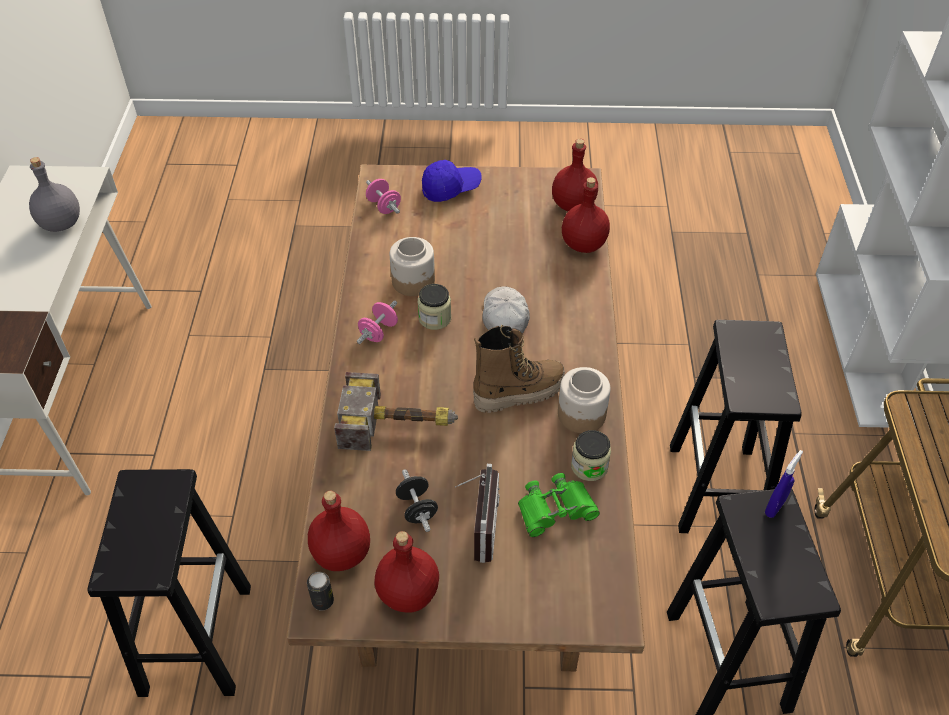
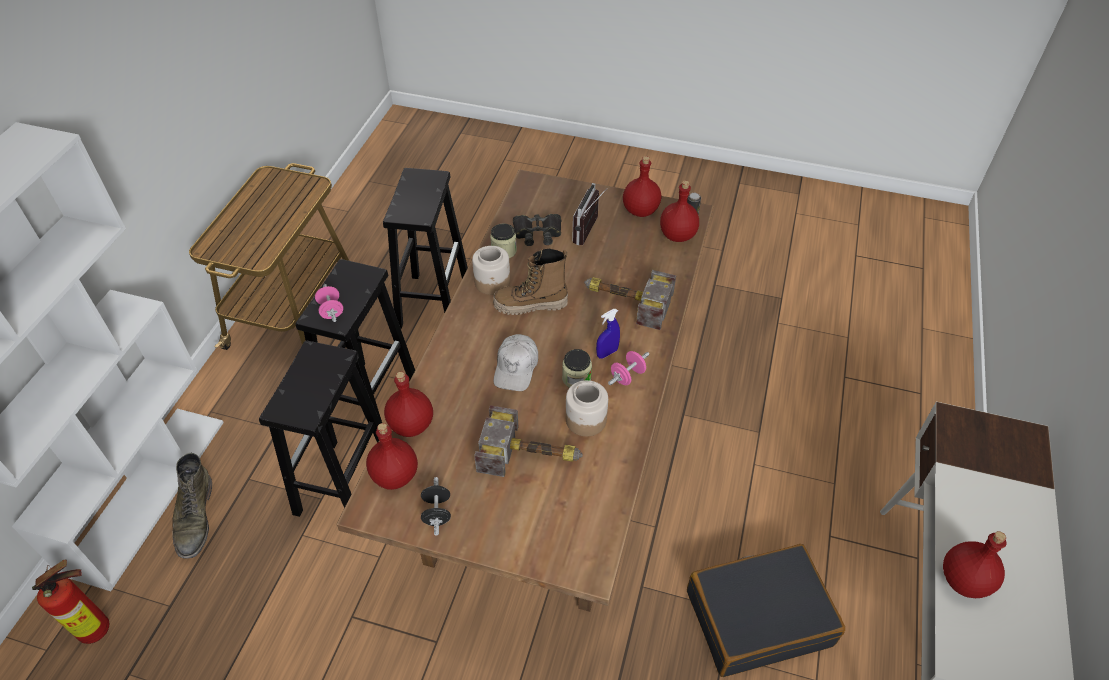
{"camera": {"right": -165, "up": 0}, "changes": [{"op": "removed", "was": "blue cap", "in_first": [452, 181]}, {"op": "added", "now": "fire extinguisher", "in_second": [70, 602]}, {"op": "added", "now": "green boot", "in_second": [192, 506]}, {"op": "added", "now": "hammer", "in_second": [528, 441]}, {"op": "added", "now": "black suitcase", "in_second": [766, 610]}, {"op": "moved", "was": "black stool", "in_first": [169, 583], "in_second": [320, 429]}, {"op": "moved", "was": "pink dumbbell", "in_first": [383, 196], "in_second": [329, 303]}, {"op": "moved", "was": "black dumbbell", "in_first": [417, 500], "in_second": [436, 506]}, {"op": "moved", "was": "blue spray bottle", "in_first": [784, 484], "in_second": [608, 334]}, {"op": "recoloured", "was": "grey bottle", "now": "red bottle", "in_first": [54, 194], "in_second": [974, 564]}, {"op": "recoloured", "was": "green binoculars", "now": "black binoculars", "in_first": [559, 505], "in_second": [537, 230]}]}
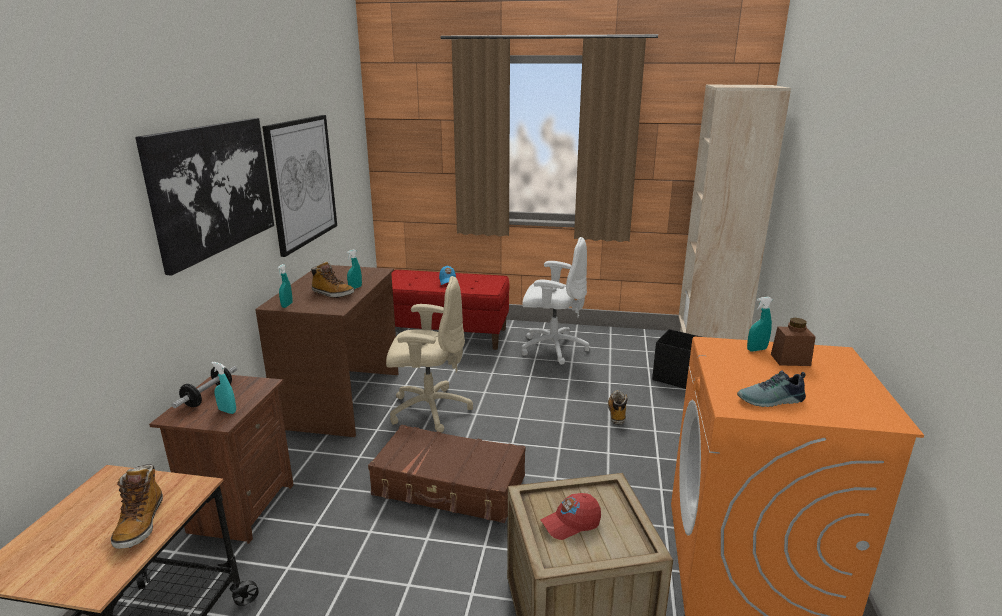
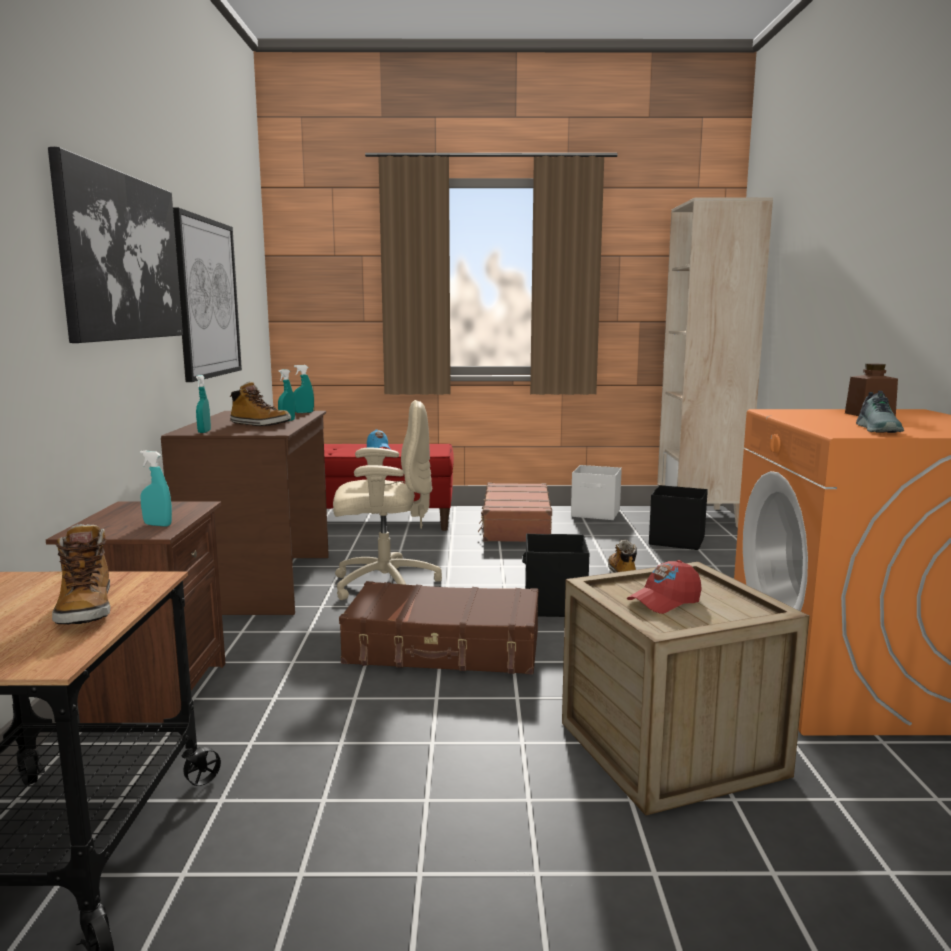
{"camera": {"right": -10, "up": -10}, "changes": [{"op": "removed", "was": "dumbbell", "in_first": [204, 387]}, {"op": "added", "now": "black storage box", "in_second": [555, 575]}, {"op": "added", "now": "white storage box", "in_second": [596, 492]}, {"op": "moved", "was": "turquoise spray bottle", "in_first": [760, 324], "in_second": [303, 389]}, {"op": "replaced", "was": "white office chair", "now": "brown suitcase", "in_first": [555, 301], "in_second": [515, 512]}, {"op": "turned", "was": "shoe", "in_first": [771, 388], "in_second": [880, 412], "clockwise": -60}]}
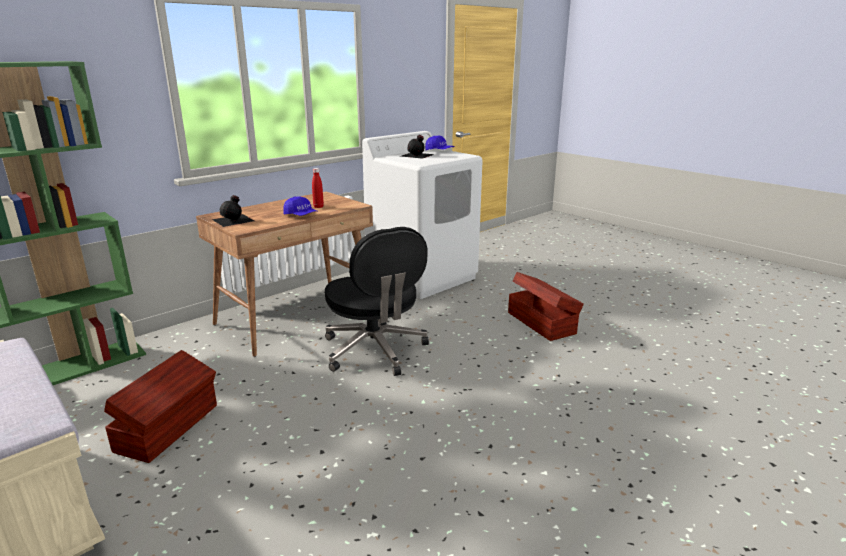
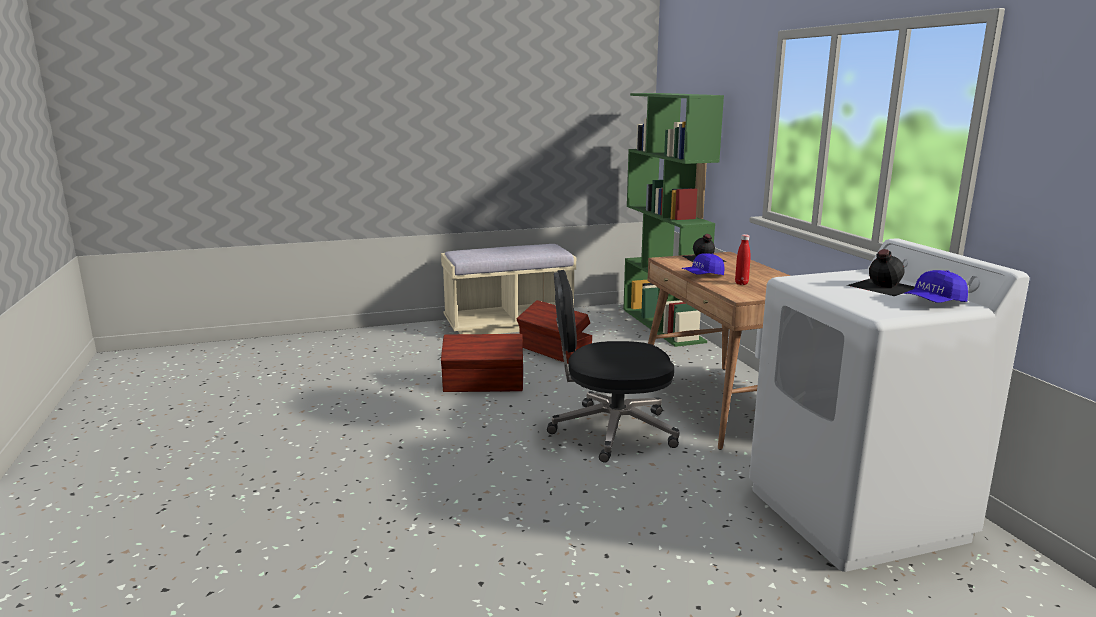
{"camera": {"right": 115, "up": -5}, "changes": [{"op": "moved", "was": "brown storage box", "in_first": [546, 306], "in_second": [482, 363]}]}
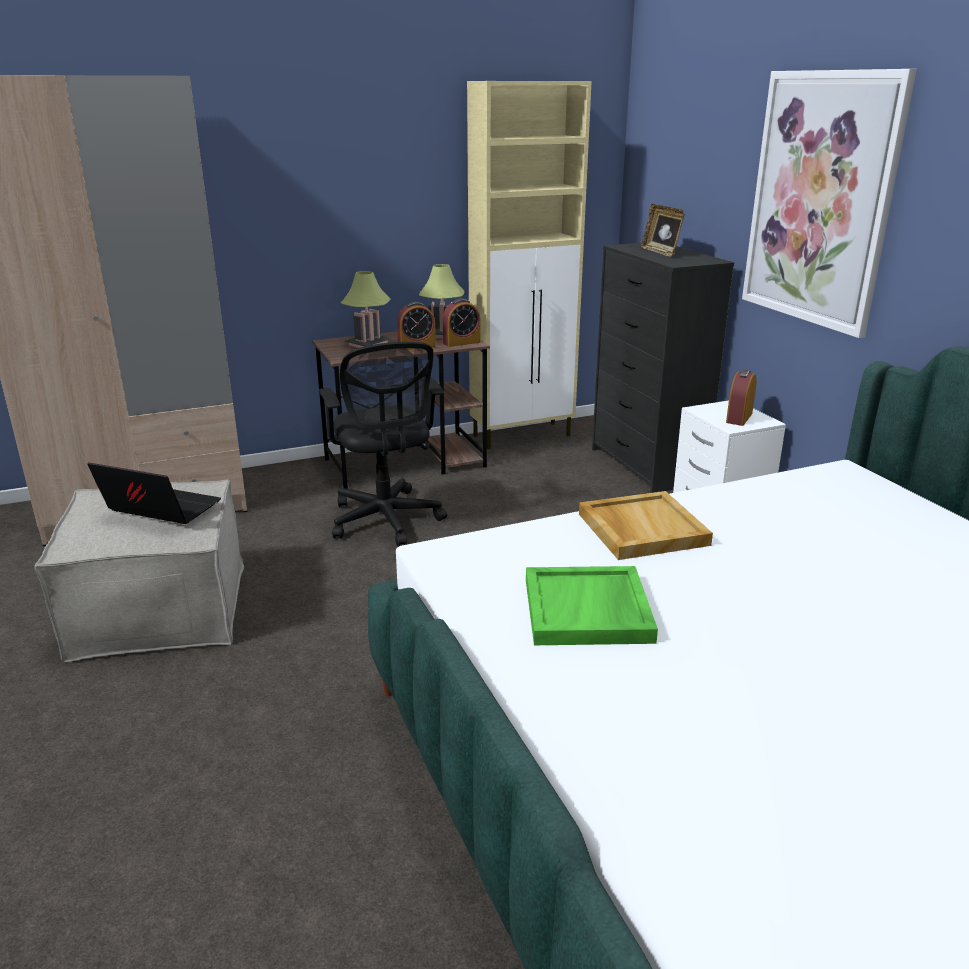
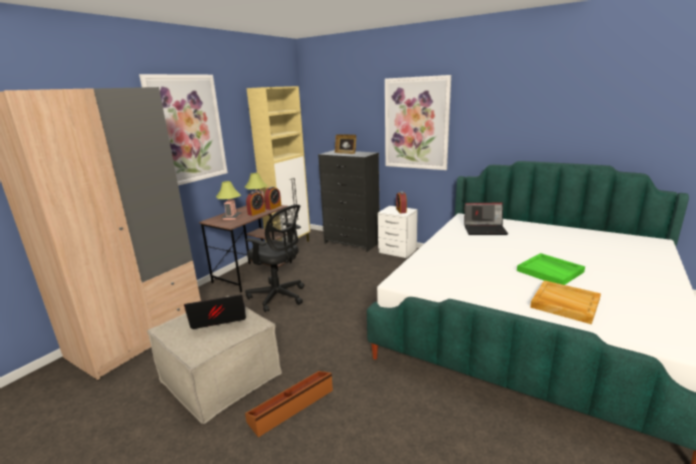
{"camera": {"right": -35, "up": -5}, "changes": [{"op": "added", "now": "picture", "in_second": [183, 130]}, {"op": "added", "now": "brown storage box", "in_second": [289, 404]}, {"op": "added", "now": "laptop", "in_second": [486, 218]}, {"op": "moved", "was": "green tray", "in_first": [592, 605], "in_second": [551, 269]}, {"op": "moved", "was": "beige tray", "in_first": [646, 525], "in_second": [565, 302]}]}
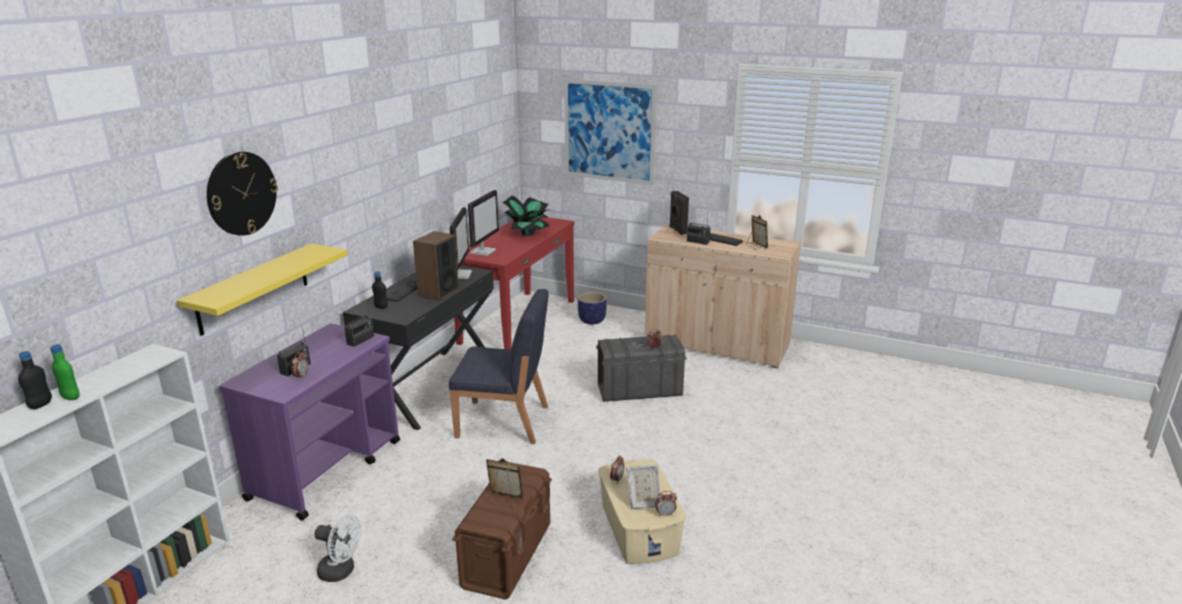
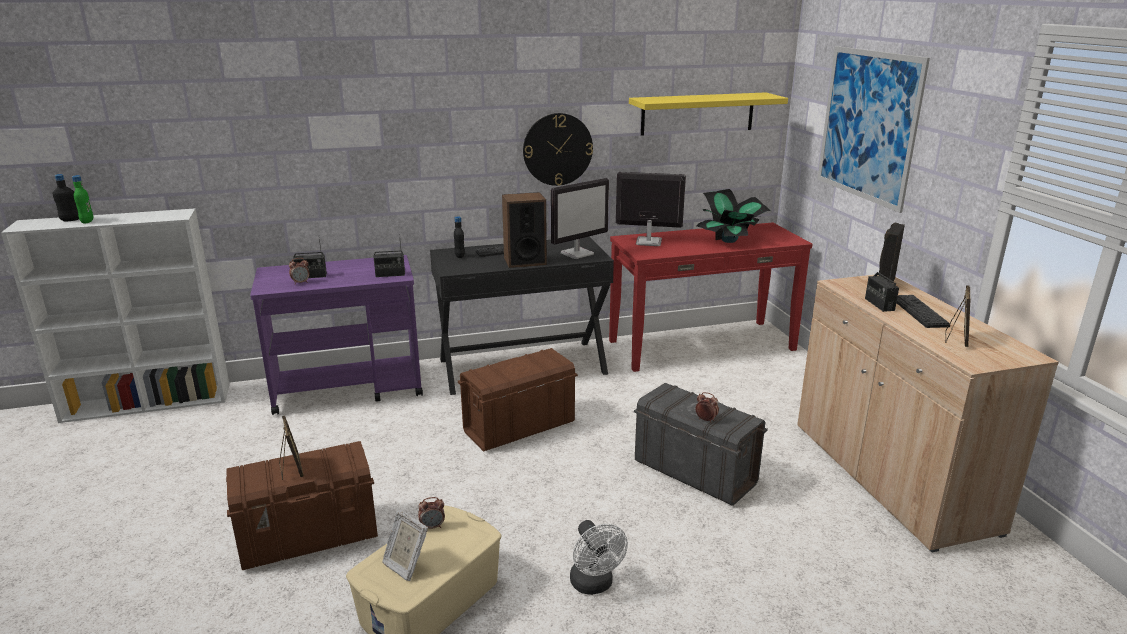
{"camera": {"right": 50, "up": 0}, "changes": [{"op": "removed", "was": "planter", "in_first": [592, 308]}, {"op": "removed", "was": "alarm clock", "in_first": [666, 504]}, {"op": "moved", "was": "yellow shelf", "in_first": [262, 289], "in_second": [708, 113]}, {"op": "moved", "was": "wall clock", "in_first": [242, 193], "in_second": [558, 149]}, {"op": "moved", "was": "white fan", "in_first": [338, 548], "in_second": [599, 557]}, {"op": "replaced", "was": "blue chair", "now": "brown storage box", "in_first": [498, 366], "in_second": [518, 400]}, {"op": "turned", "was": "monitor", "in_first": [483, 223], "in_second": [651, 209], "clockwise": -150}]}
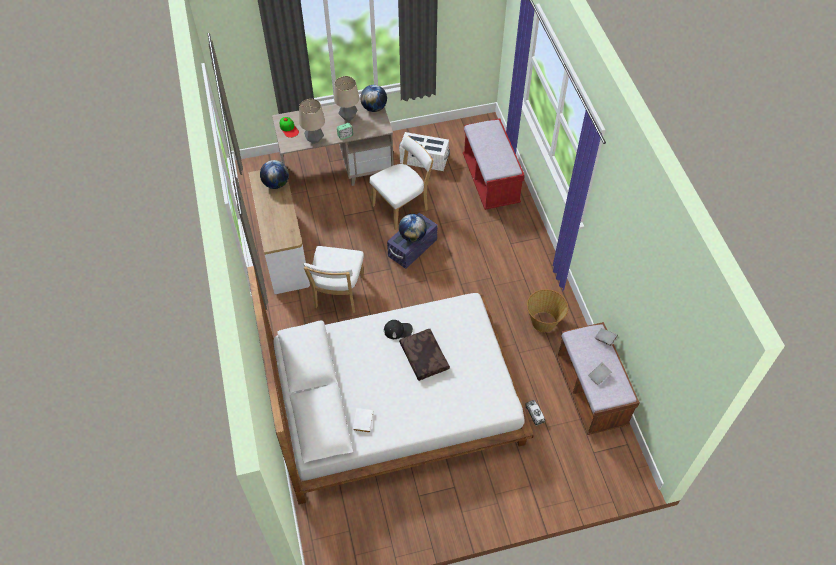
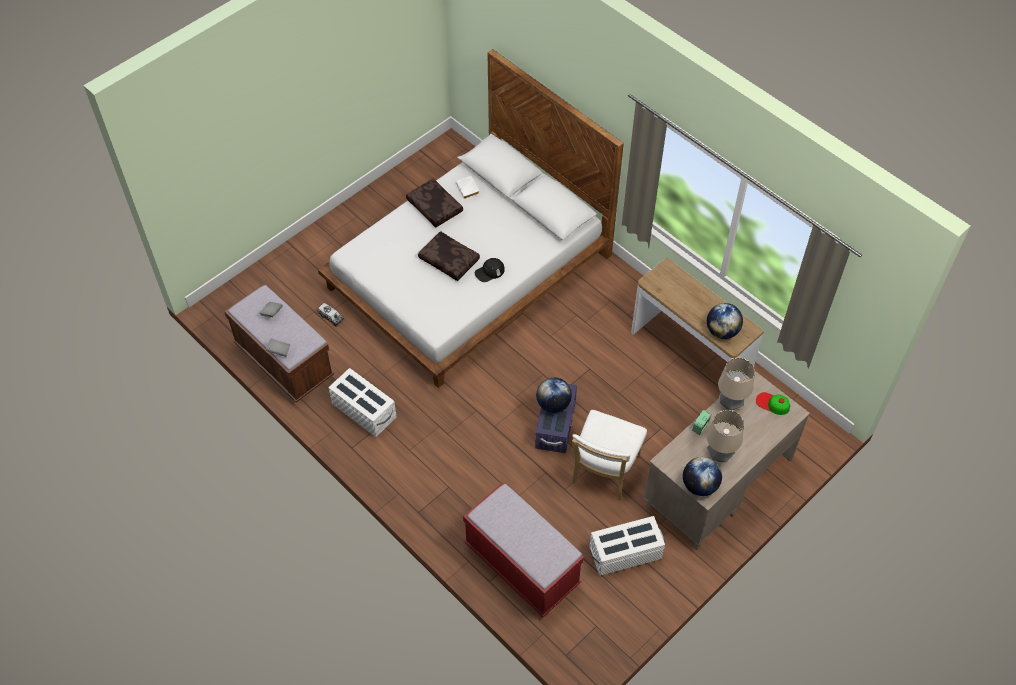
{"camera": {"right": 150, "up": 0}, "changes": [{"op": "removed", "was": "white chair", "in_first": [333, 279]}, {"op": "added", "now": "brown pillow", "in_second": [434, 203]}, {"op": "replaced", "was": "basket", "now": "white storage box", "in_first": [547, 310], "in_second": [362, 402]}]}
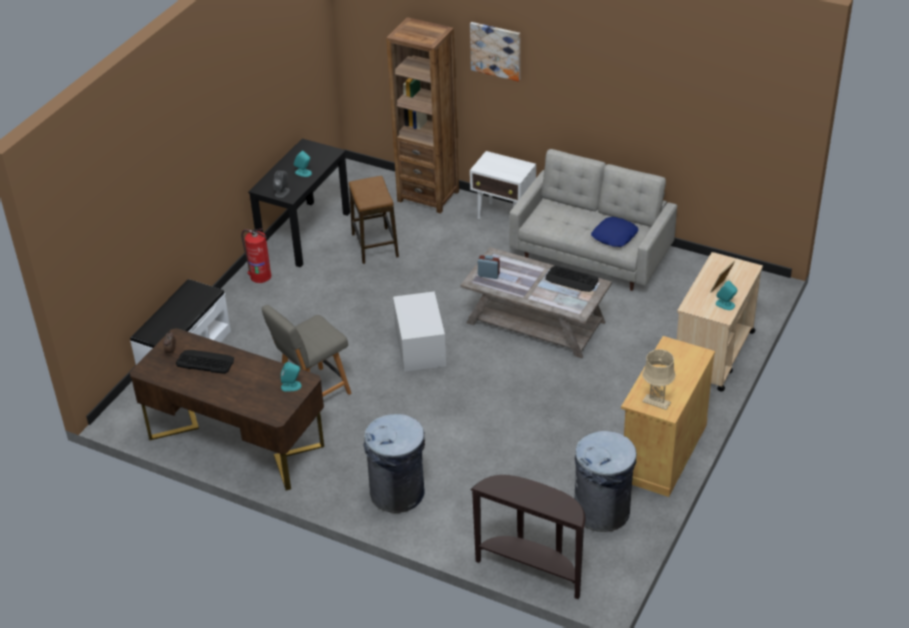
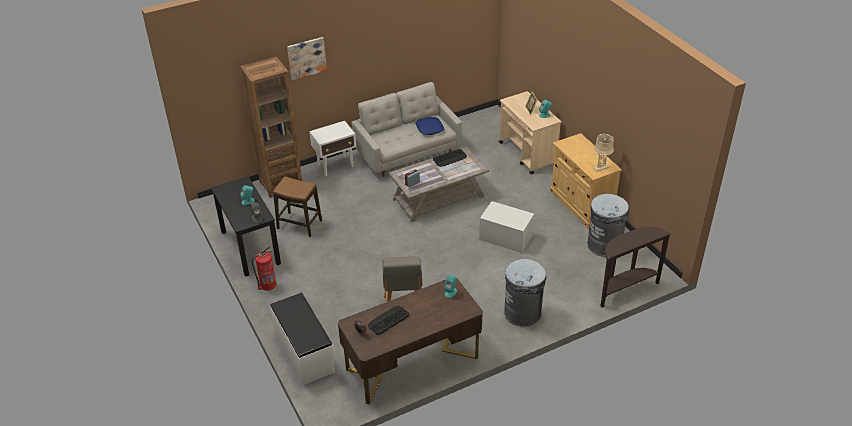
{"camera": {"right": -55, "up": 0}, "changes": [{"op": "moved", "was": "white storage box", "in_first": [419, 331], "in_second": [506, 227]}]}
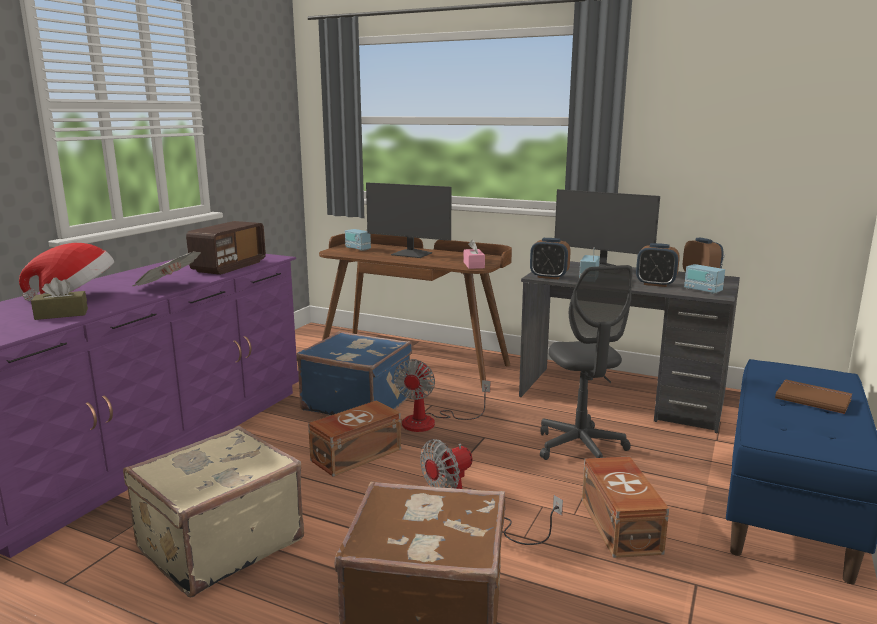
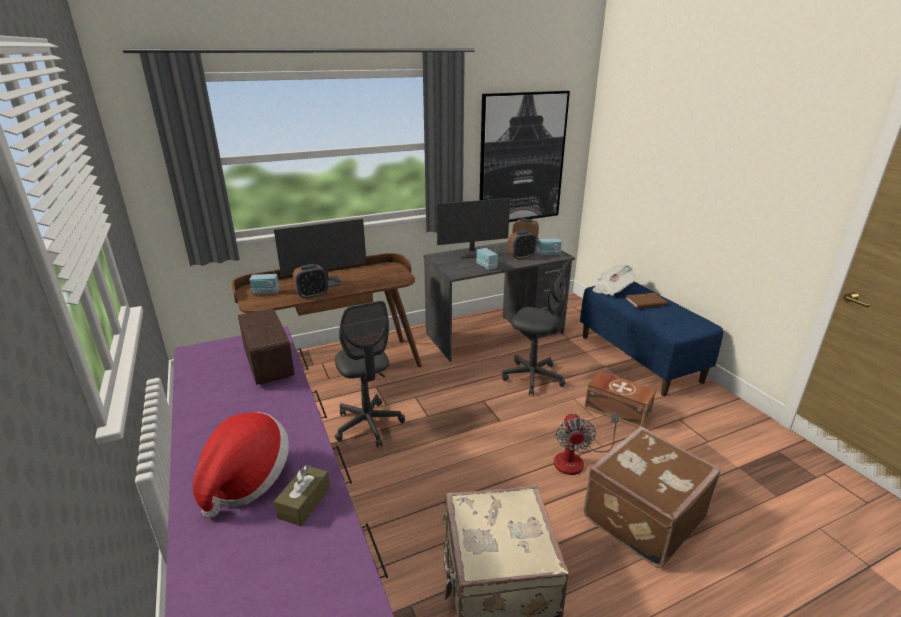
{"camera": {"right": -50, "up": 10}, "changes": [{"op": "removed", "was": "brown storage box", "in_first": [354, 438]}, {"op": "removed", "was": "fan", "in_first": [441, 395]}, {"op": "removed", "was": "pink tissue box", "in_first": [474, 254]}, {"op": "added", "now": "picture", "in_second": [524, 156]}, {"op": "moved", "was": "newspaper", "in_first": [167, 268], "in_second": [614, 280]}, {"op": "moved", "was": "alarm clock", "in_first": [550, 258], "in_second": [310, 281]}, {"op": "replaced", "was": "blue suitcase", "now": "grey office chair", "in_first": [354, 373], "in_second": [370, 374]}]}
